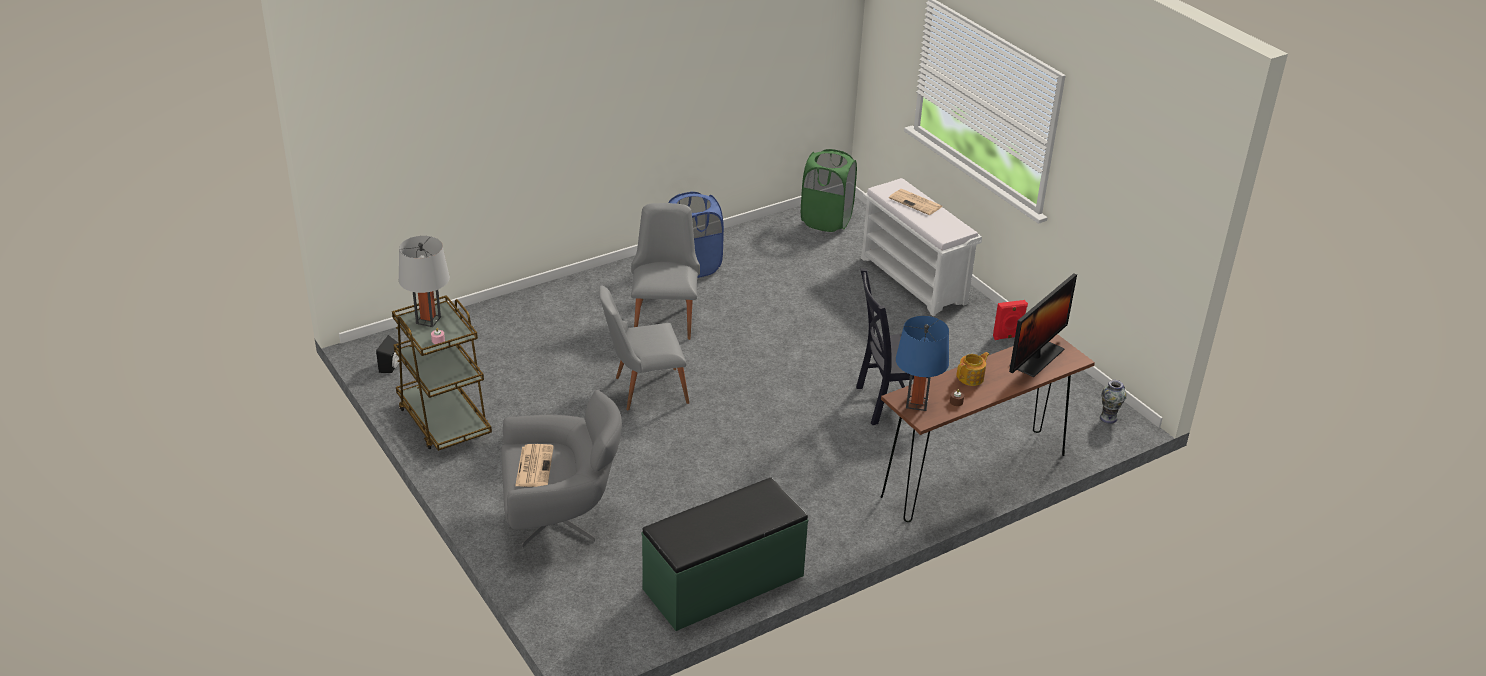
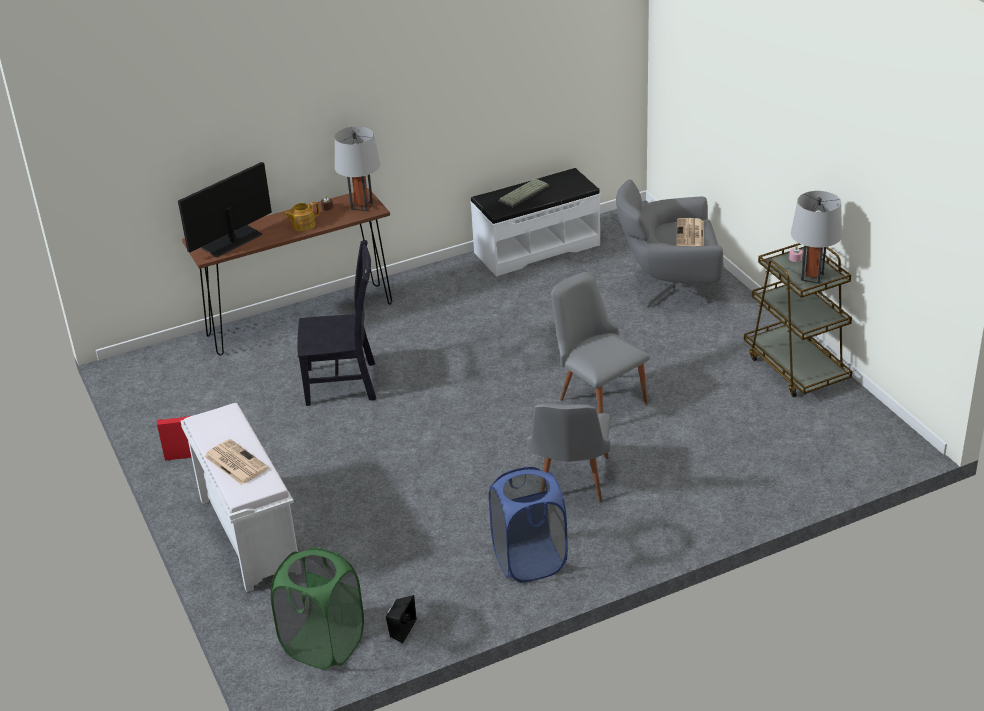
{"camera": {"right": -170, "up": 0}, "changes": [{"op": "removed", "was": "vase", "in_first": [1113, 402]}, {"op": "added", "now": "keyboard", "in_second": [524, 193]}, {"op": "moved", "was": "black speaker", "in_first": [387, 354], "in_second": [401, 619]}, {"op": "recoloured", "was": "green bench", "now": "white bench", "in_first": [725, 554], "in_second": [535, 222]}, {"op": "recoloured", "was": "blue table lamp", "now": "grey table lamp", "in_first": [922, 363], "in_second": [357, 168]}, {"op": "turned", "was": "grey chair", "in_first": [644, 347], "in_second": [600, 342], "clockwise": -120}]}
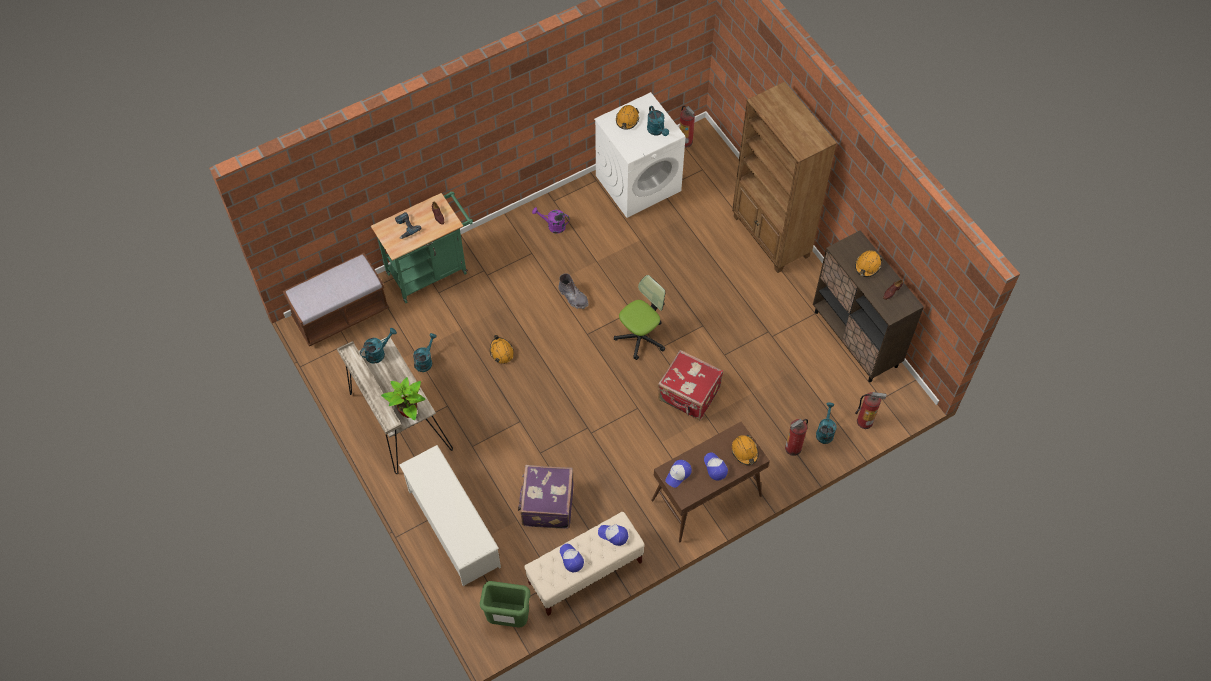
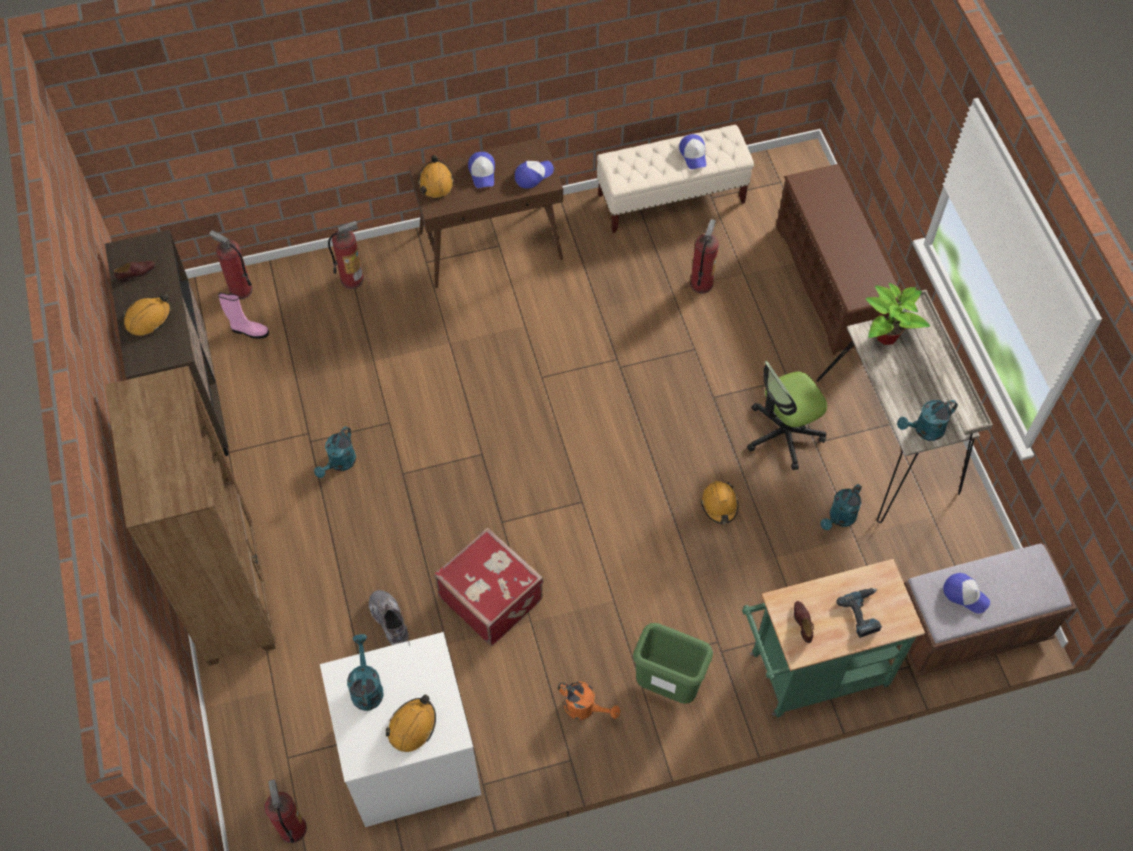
{"camera": {"right": -165, "up": 0}, "changes": [{"op": "added", "now": "pink boot", "in_second": [243, 316]}, {"op": "moved", "was": "green trash can", "in_first": [505, 604], "in_second": [673, 663]}, {"op": "moved", "was": "grey boot", "in_first": [573, 291], "in_second": [389, 617]}, {"op": "moved", "was": "cap", "in_first": [613, 535], "in_second": [966, 593]}, {"op": "moved", "was": "office chair", "in_first": [639, 317], "in_second": [787, 415]}, {"op": "moved", "was": "red suitcase", "in_first": [690, 385], "in_second": [489, 586]}, {"op": "moved", "was": "turquoise watering can", "in_first": [826, 423], "in_second": [335, 452]}, {"op": "replaced", "was": "purple suitcase", "now": "fire extinguisher", "in_first": [546, 497], "in_second": [704, 256]}, {"op": "recoloured", "was": "white shoe rack", "now": "brown shoe rack", "in_first": [450, 515], "in_second": [838, 259]}, {"op": "recoloured", "was": "purple watering can", "now": "orange watering can", "in_first": [551, 220], "in_second": [589, 700]}]}
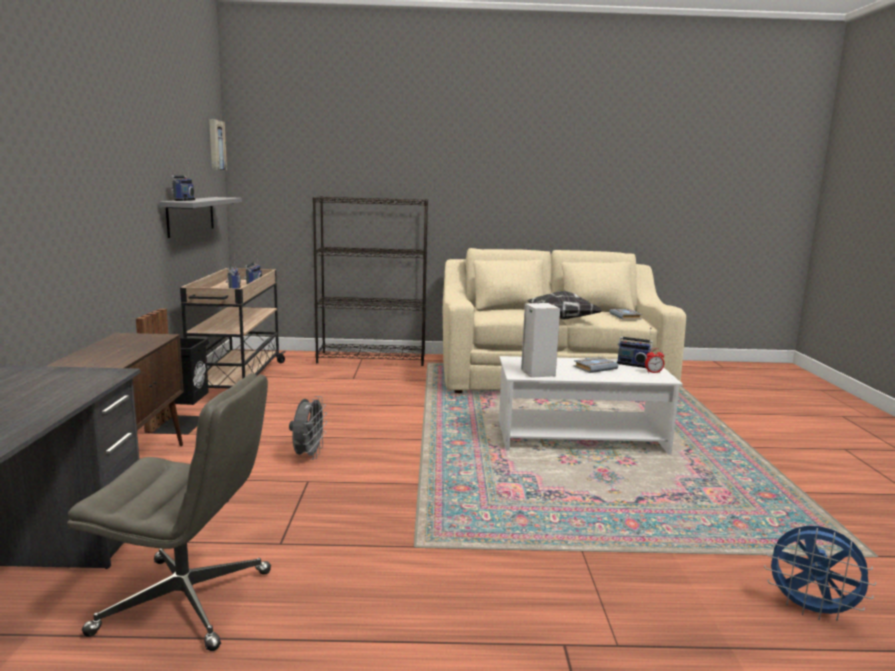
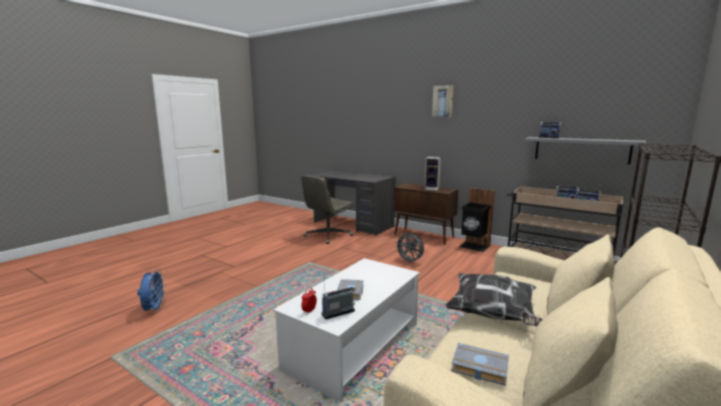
{"camera": {"right": 125, "up": 0}, "changes": [{"op": "moved", "was": "picture", "in_first": [218, 144], "in_second": [443, 101]}, {"op": "moved", "was": "speaker", "in_first": [540, 340], "in_second": [433, 174]}, {"op": "turned", "was": "blue fan", "in_first": [820, 573], "in_second": [151, 291], "clockwise": 105}]}
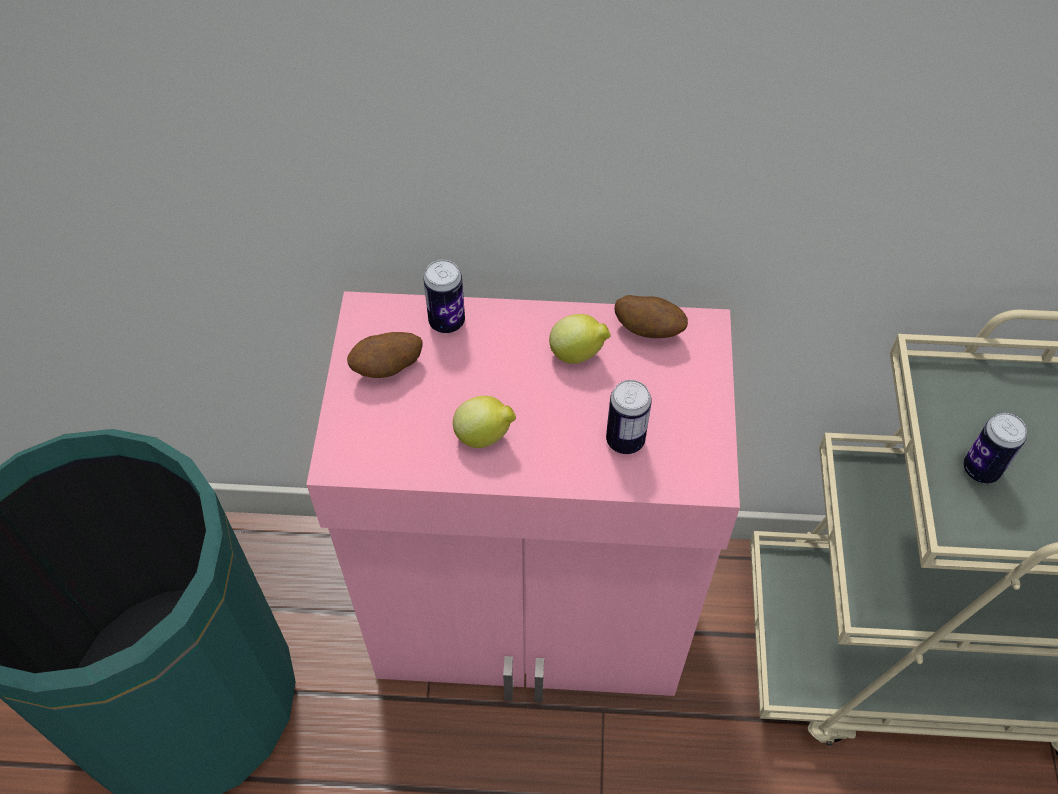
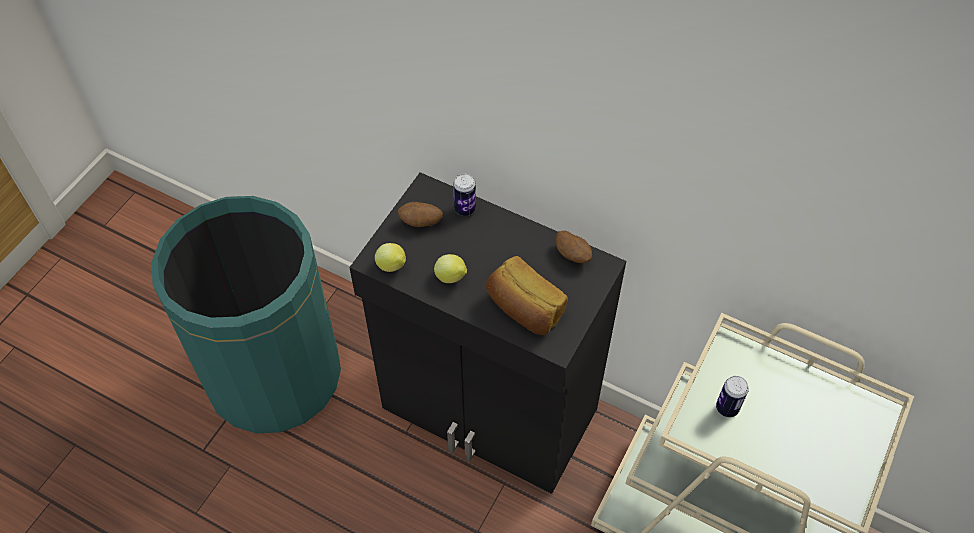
{"camera": {"right": 25, "up": 0}, "changes": [{"op": "moved", "was": "lemon", "in_first": [580, 339], "in_second": [390, 257]}, {"op": "replaced", "was": "can", "now": "bread", "in_first": [629, 417], "in_second": [527, 295]}, {"op": "recoloured", "was": "pink cabinet", "now": "black cabinet", "in_first": [523, 497], "in_second": [487, 333]}]}
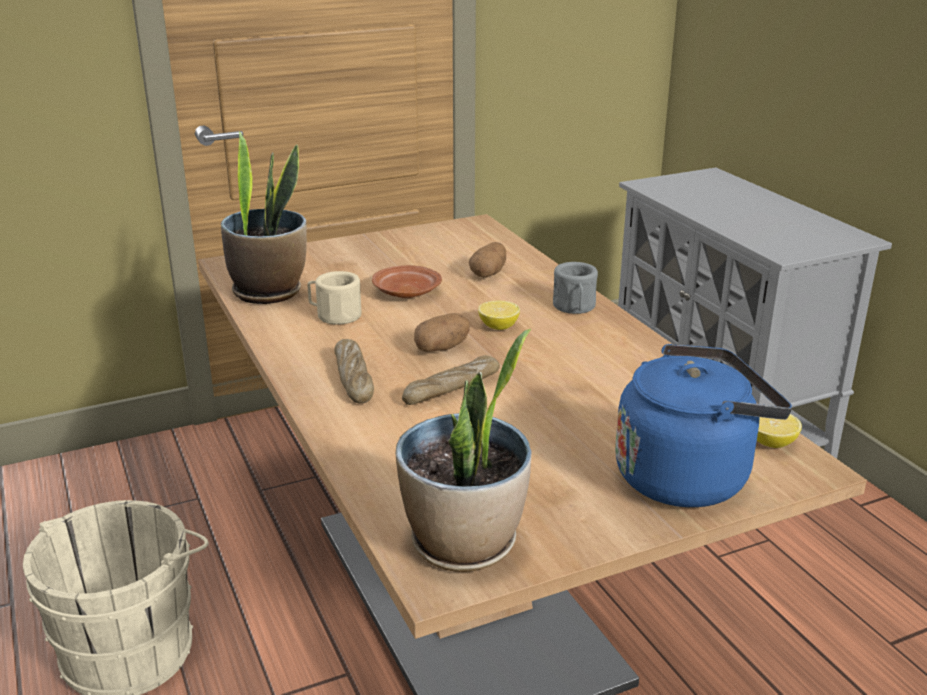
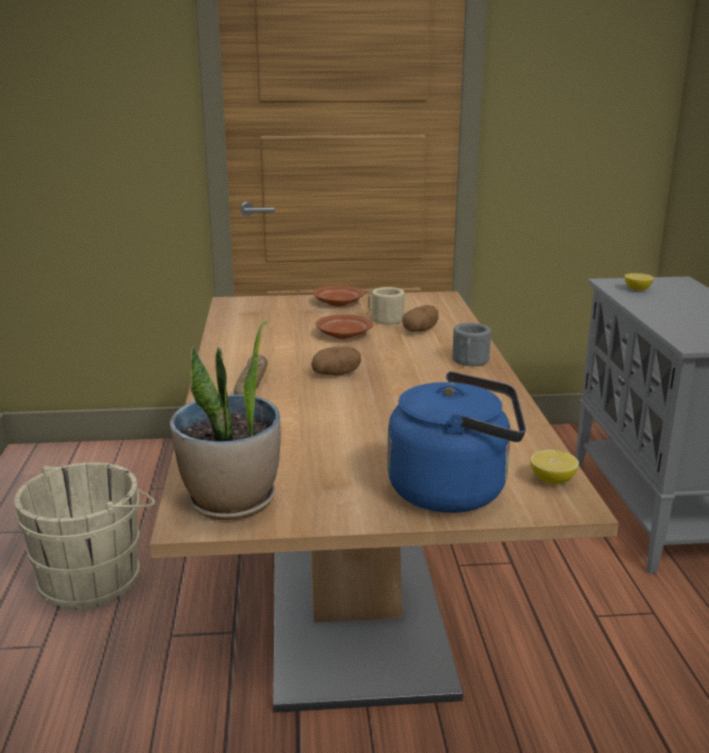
{"camera": {"right": 20, "up": -5}, "changes": [{"op": "removed", "was": "potted plant", "in_first": [264, 217]}, {"op": "removed", "was": "bread", "in_first": [451, 380]}, {"op": "added", "now": "brown plate", "in_second": [338, 296]}, {"op": "moved", "was": "beige mug", "in_first": [334, 298], "in_second": [386, 305]}, {"op": "moved", "was": "lemon", "in_first": [499, 315], "in_second": [639, 282]}]}
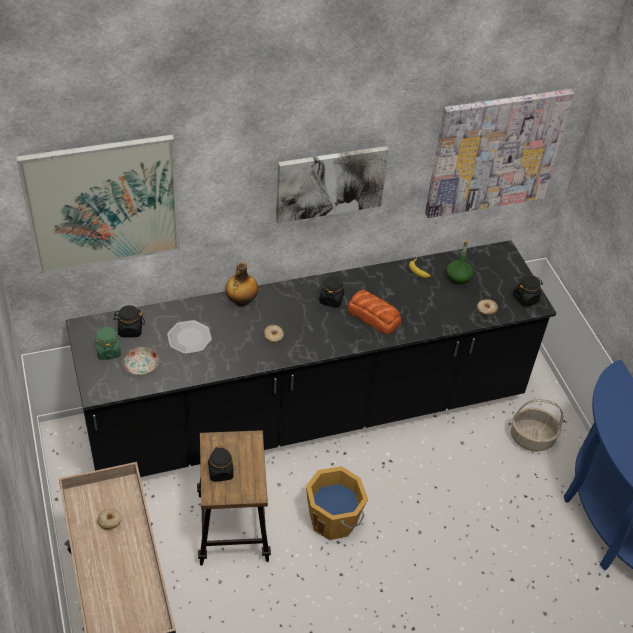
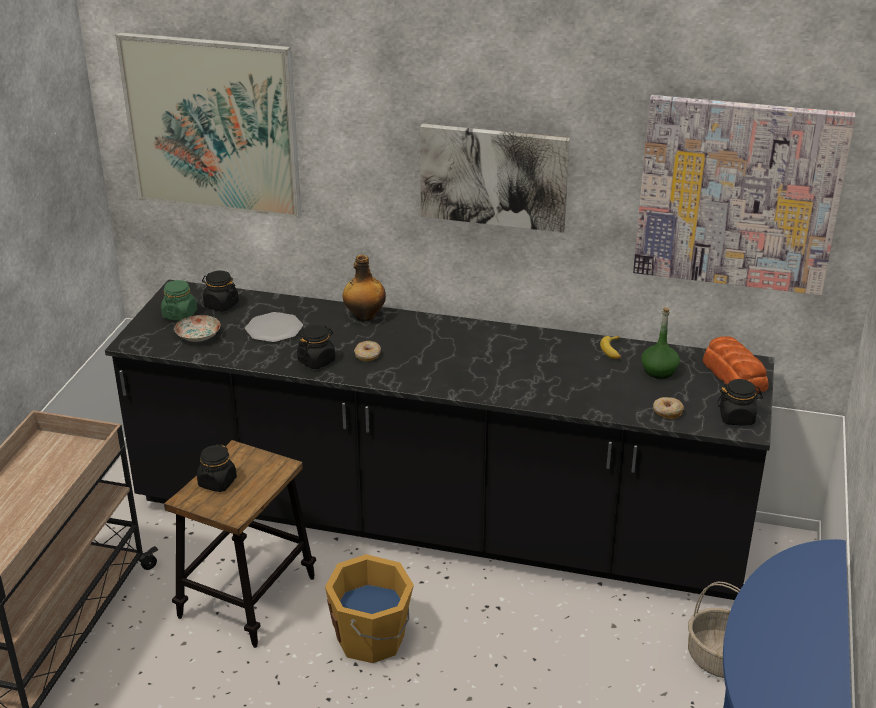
{"camera": {"right": 35, "up": -15}, "changes": [{"op": "removed", "was": "donut", "in_first": [109, 519]}, {"op": "moved", "was": "black jar", "in_first": [331, 291], "in_second": [316, 347]}, {"op": "moved", "was": "bread", "in_first": [374, 312], "in_second": [735, 364]}]}
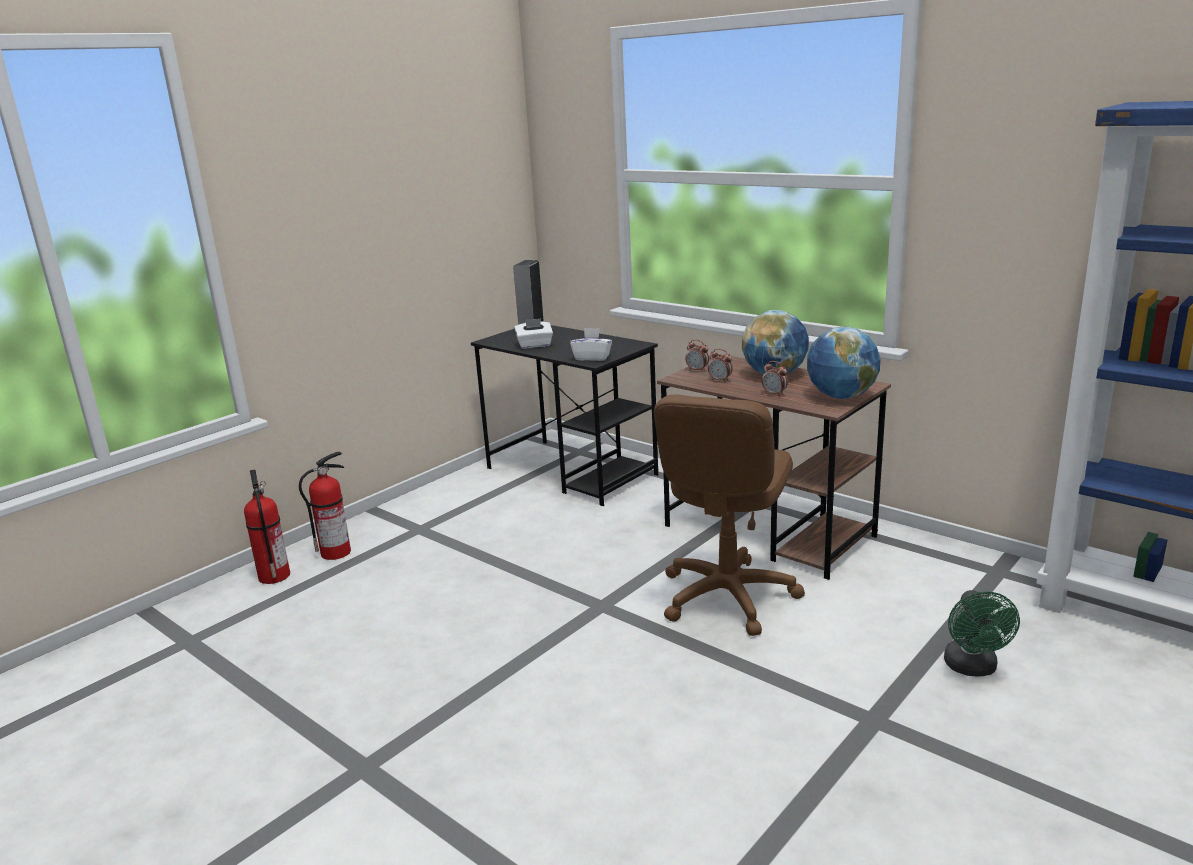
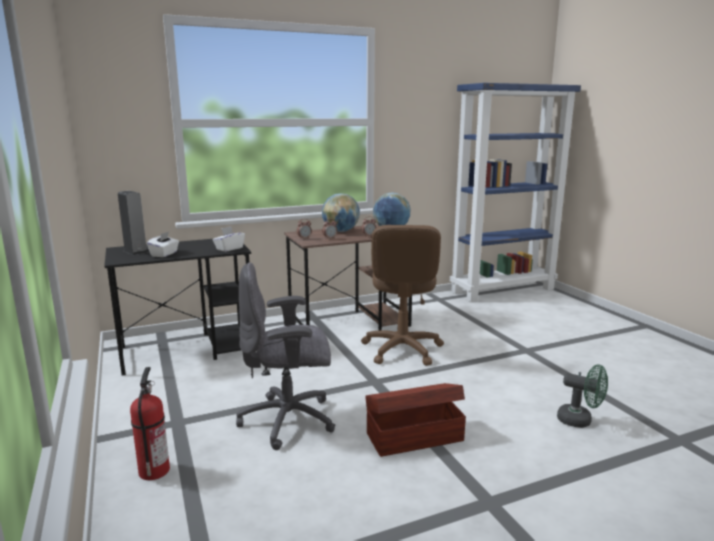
{"camera": {"right": -65, "up": -5}, "changes": [{"op": "removed", "was": "fire extinguisher", "in_first": [267, 527]}, {"op": "added", "now": "grey office chair", "in_second": [285, 356]}, {"op": "added", "now": "brown storage box", "in_second": [415, 420]}, {"op": "moved", "was": "green fan", "in_first": [982, 633], "in_second": [582, 396]}, {"op": "turned", "was": "brown office chair", "in_first": [729, 515], "in_second": [402, 295], "clockwise": 45}]}
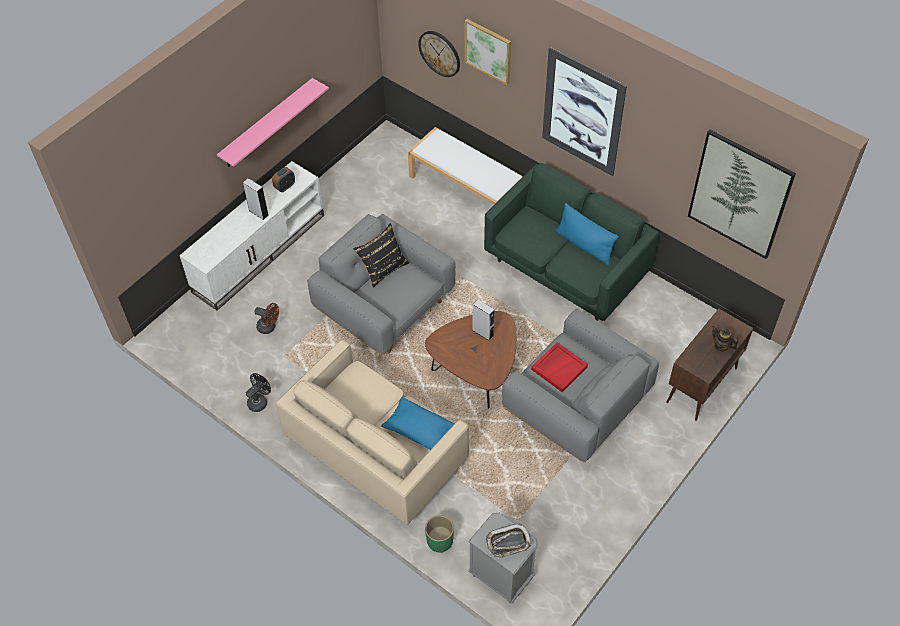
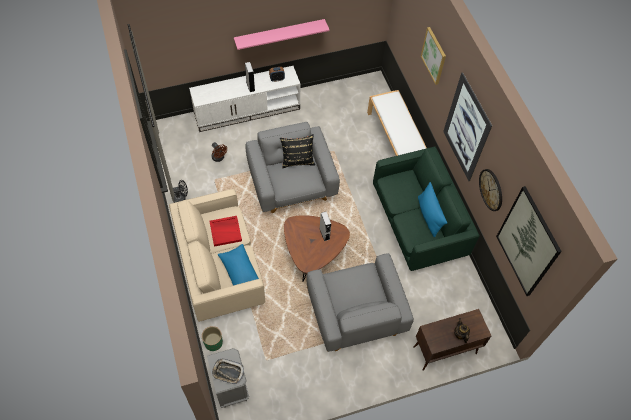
{"camera": {"right": 30, "up": 5}, "changes": [{"op": "moved", "was": "wall clock", "in_first": [439, 54], "in_second": [490, 190]}, {"op": "moved", "was": "red tray", "in_first": [559, 367], "in_second": [225, 231]}]}
